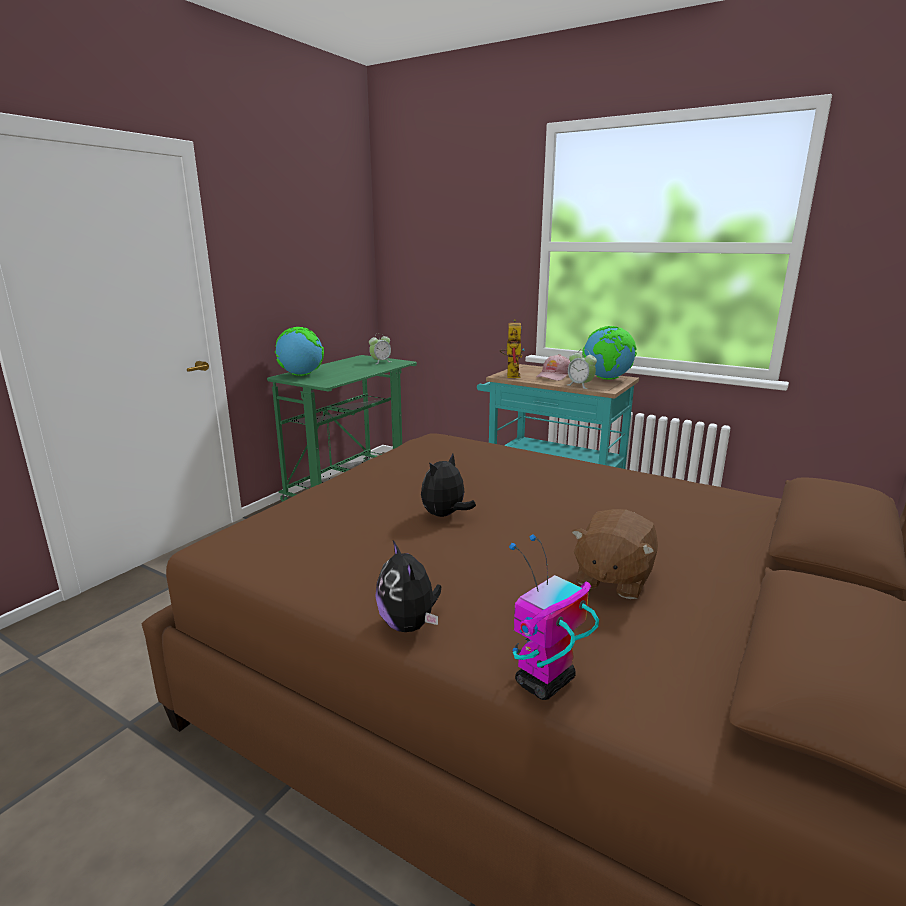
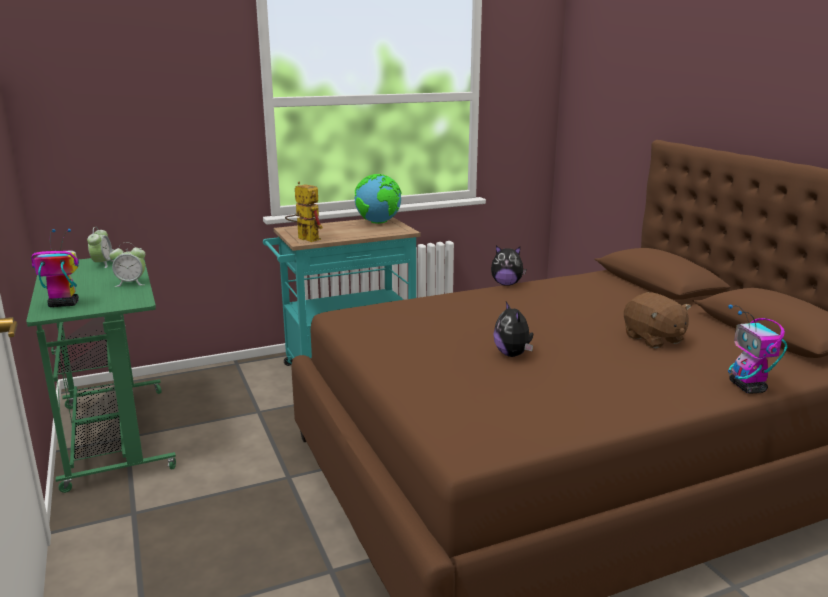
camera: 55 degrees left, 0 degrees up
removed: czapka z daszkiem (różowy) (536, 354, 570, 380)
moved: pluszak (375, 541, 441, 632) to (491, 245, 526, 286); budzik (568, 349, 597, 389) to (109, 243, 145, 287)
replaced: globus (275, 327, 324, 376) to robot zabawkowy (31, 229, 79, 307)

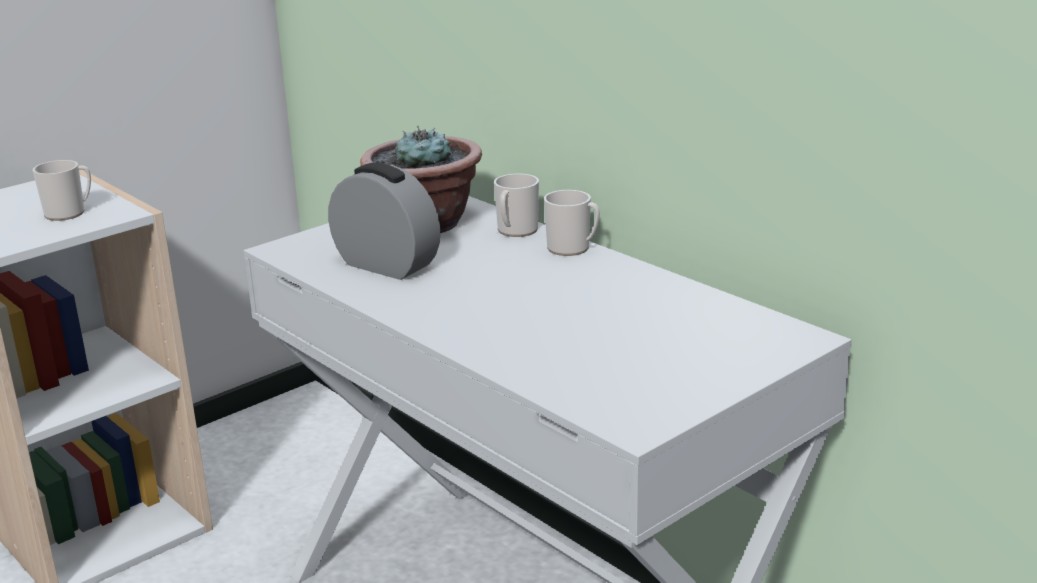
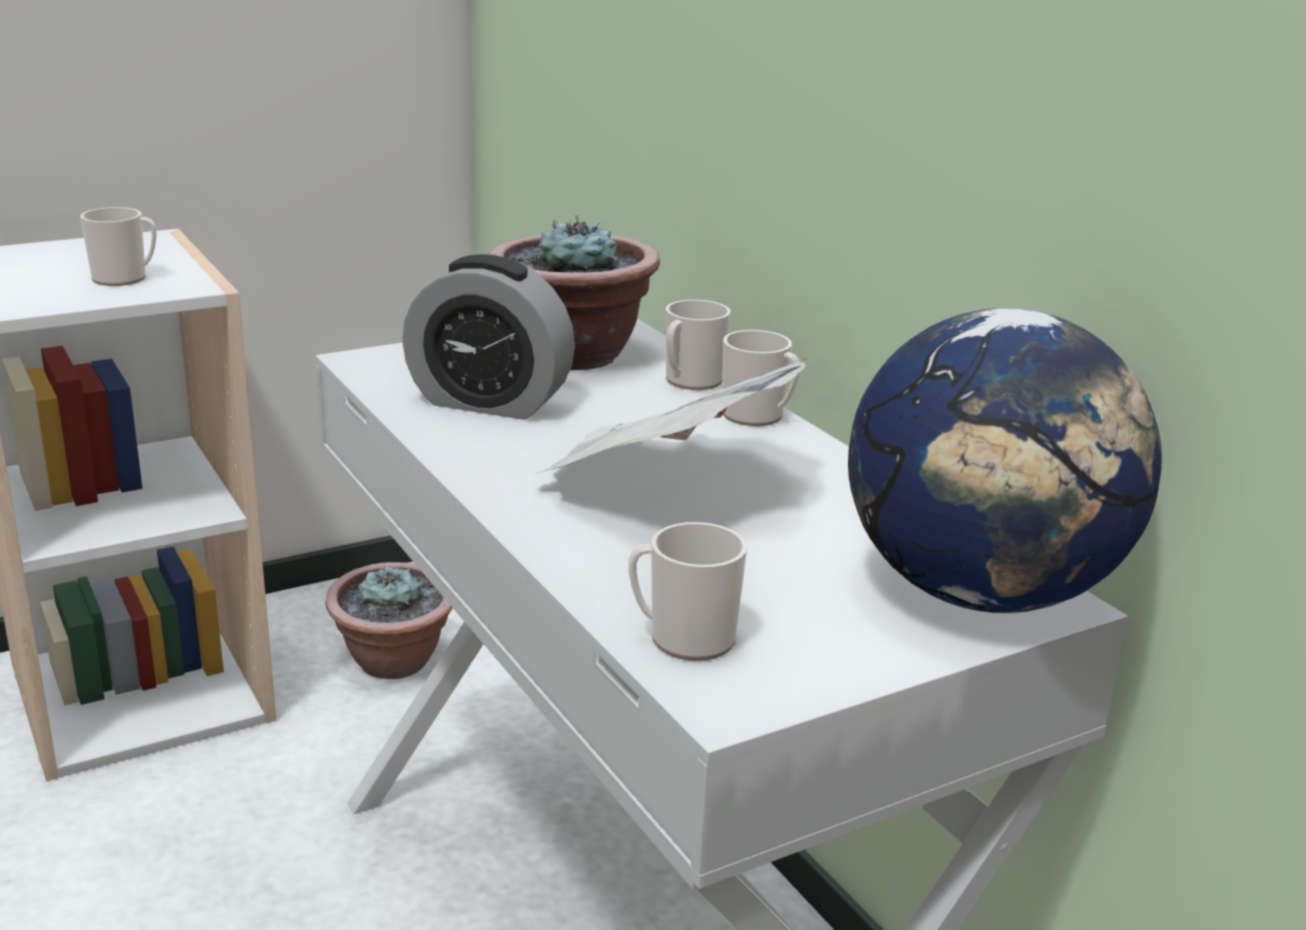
camera: 10 degrees right, 0 degrees up
added: roślina doniczkowa (325, 562, 453, 679); gazeta (534, 358, 808, 475); kubek (628, 522, 747, 661); globus (848, 308, 1162, 613)
turned: budzik (328, 163, 441, 280) = (402, 254, 575, 420) 150 degrees clockwise

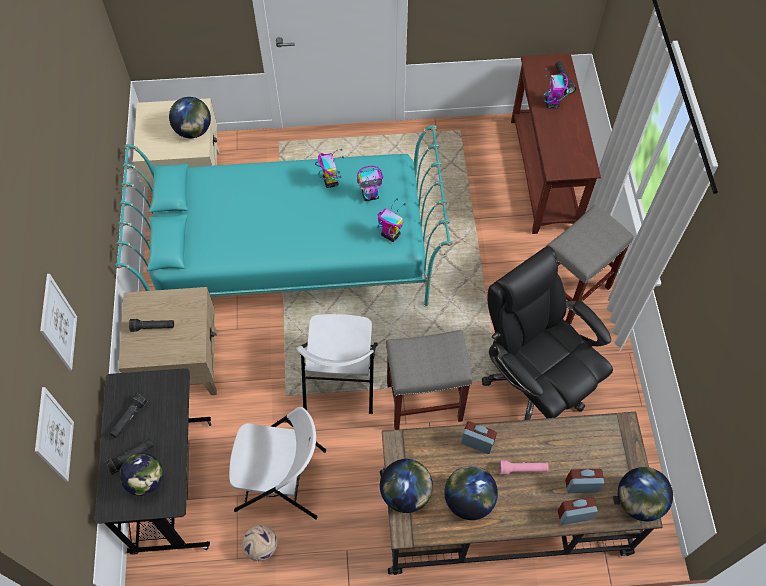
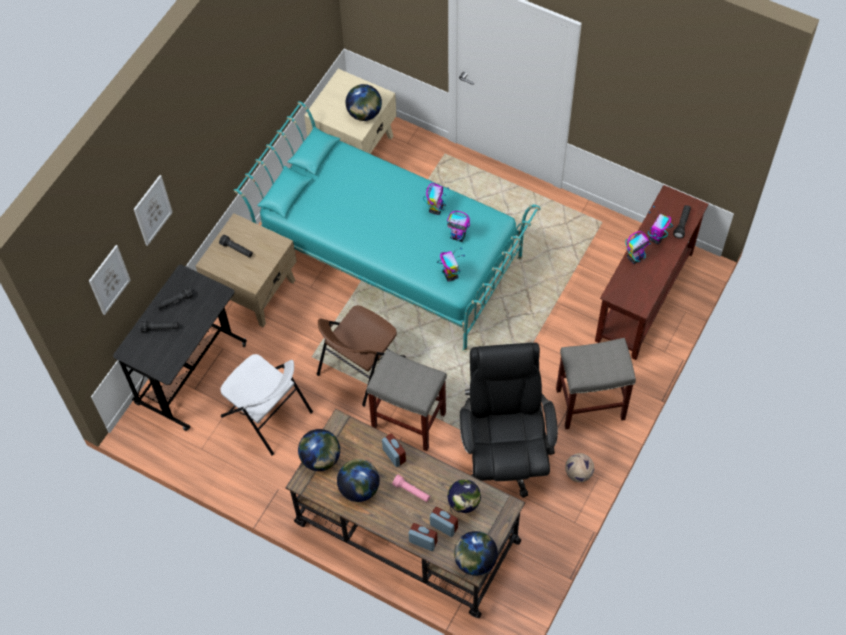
camera: 35 degrees right, 0 degrees up
added: robot zabawkowy (625, 231, 651, 264)
moved: globus (120, 453, 163, 500) to (447, 479, 481, 513); piłka futbolowa (242, 525, 277, 561) to (565, 453, 594, 482)
recoloured: krzesło (biały) (296, 314, 378, 414) to krzesło (brązowy) (317, 305, 406, 407)

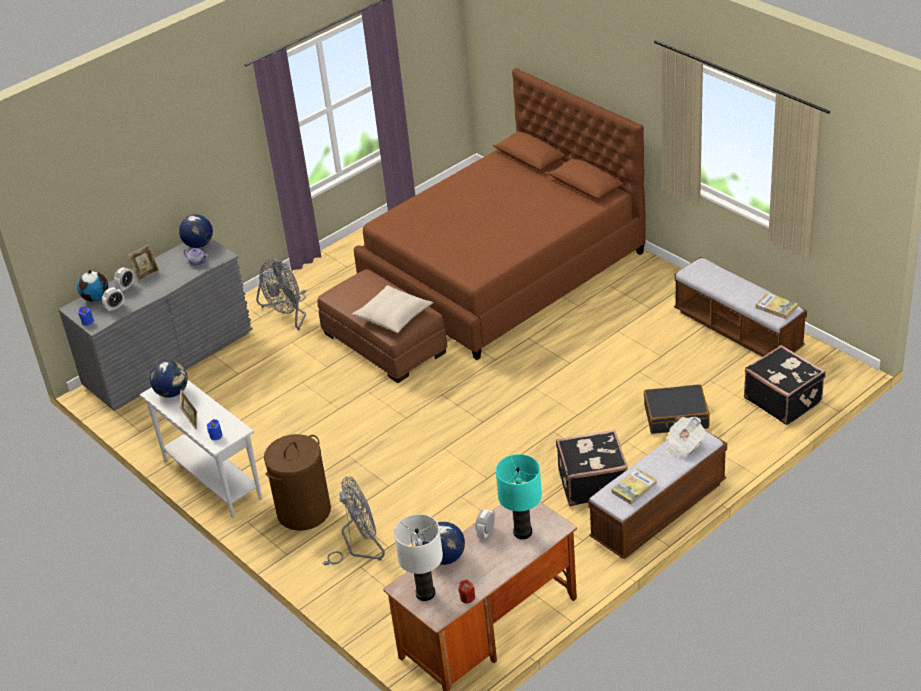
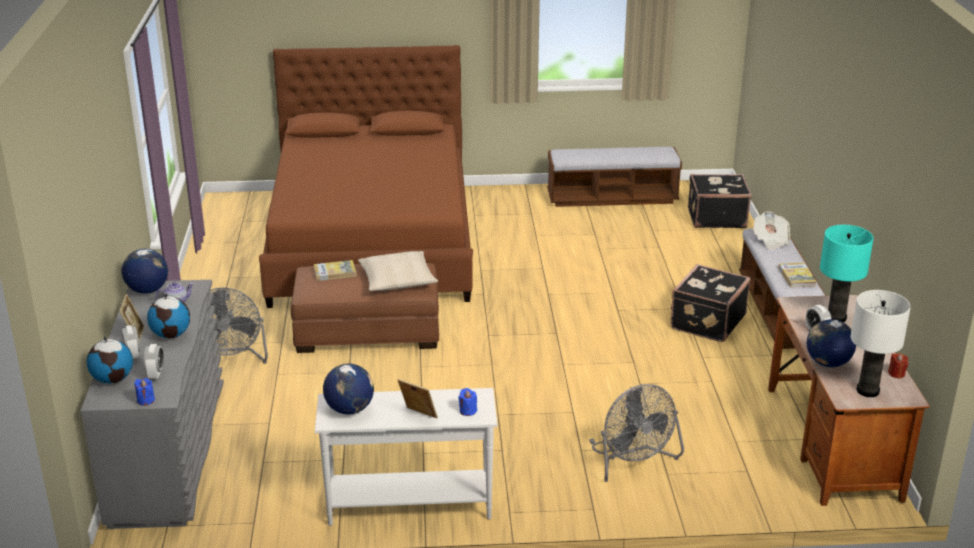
camera: 55 degrees left, 10 degrees down
removed: kosz na pranie (brązowy) (264, 434, 331, 531); walizka (czarny) (644, 384, 710, 434)
added: globus (147, 293, 190, 338)
moved: książka (755, 293, 798, 319) to (314, 260, 357, 281)
turned: wentylator (szary) (324, 476, 385, 565) = (589, 384, 684, 482) 135 degrees clockwise

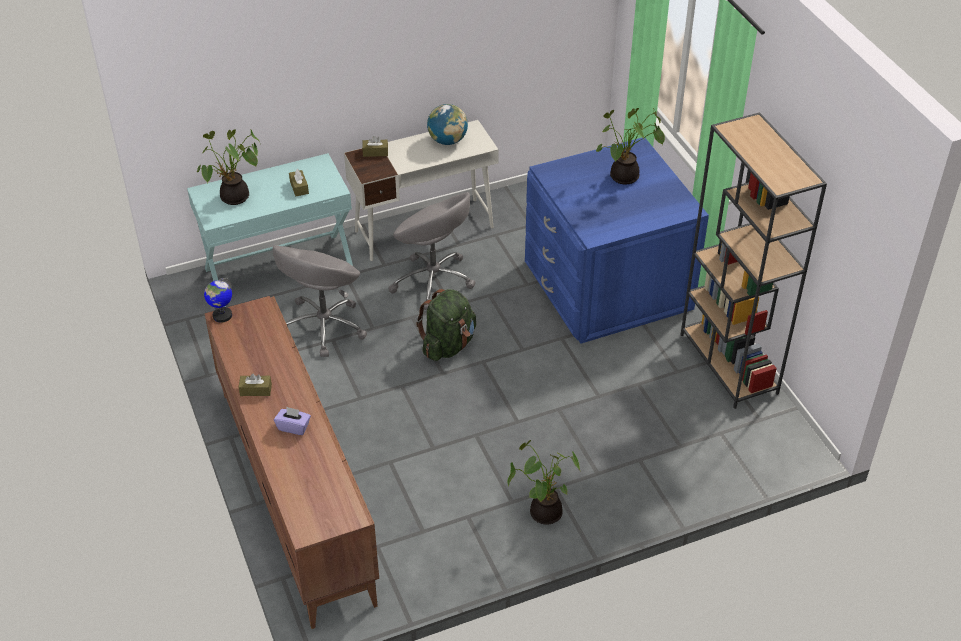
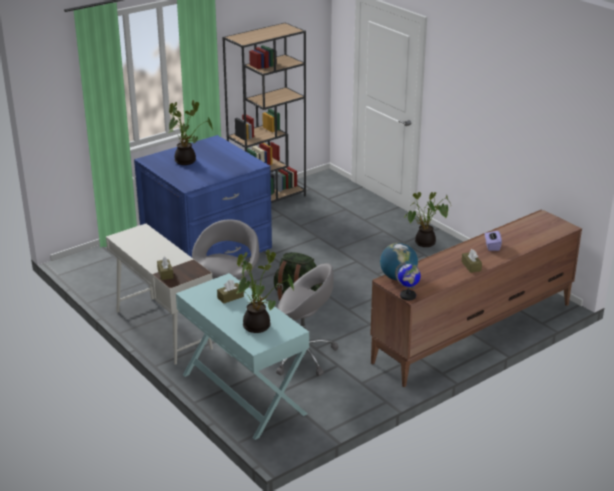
camera: 105 degrees left, 15 degrees down
moved: globus (427, 104, 468, 145) to (380, 243, 418, 280)

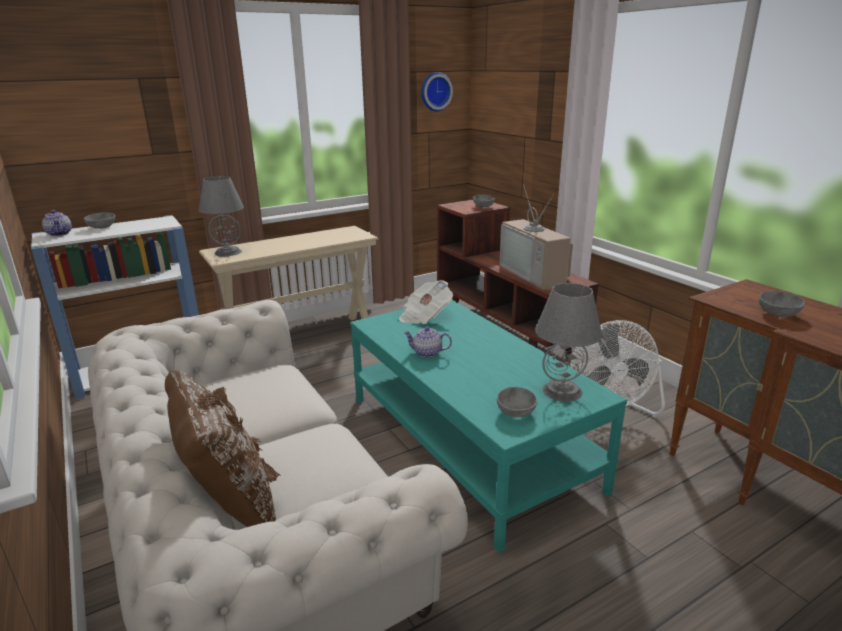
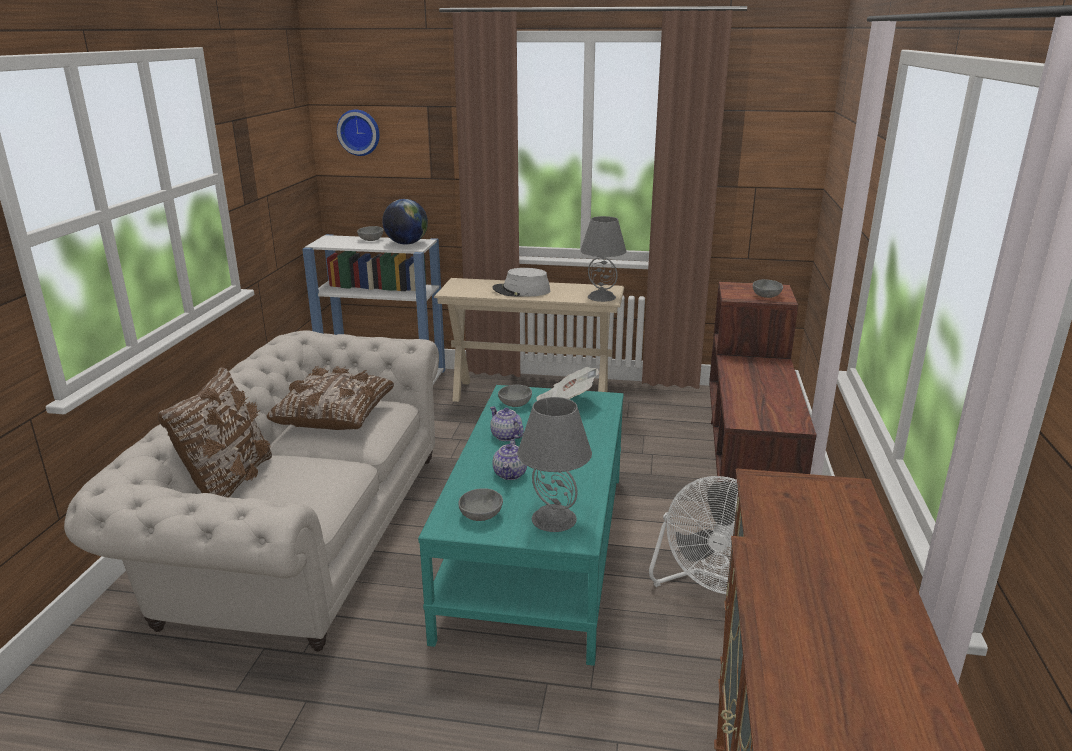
camera: 40 degrees right, 0 degrees up
removed: telewizor (499, 184, 573, 290)
added: poduszka (brązowy) (266, 366, 394, 430); globus (382, 199, 428, 245); kapelusz (szary) (492, 268, 551, 296)
moved: imbryk (42, 210, 72, 236) to (492, 439, 527, 480); lampa stołowa (szary) (199, 176, 244, 256) to (580, 216, 626, 302); zegar ścienny (421, 72, 453, 111) to (337, 109, 380, 156); miska (szary) (759, 291, 805, 317) to (498, 385, 532, 407)

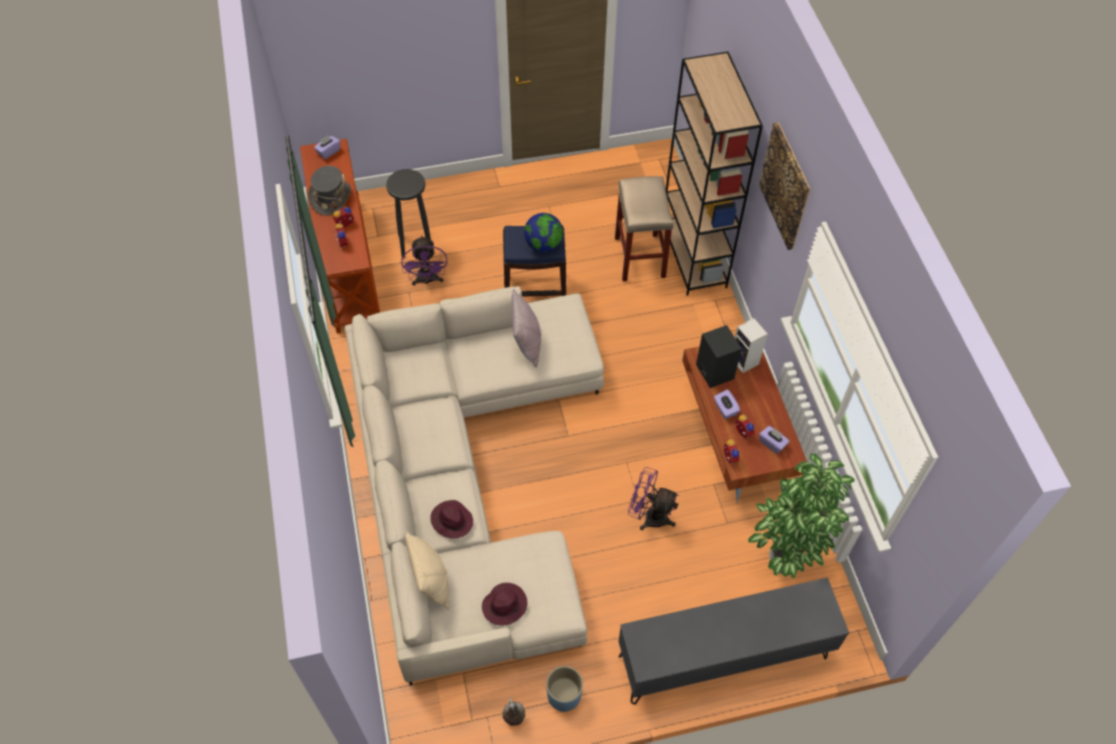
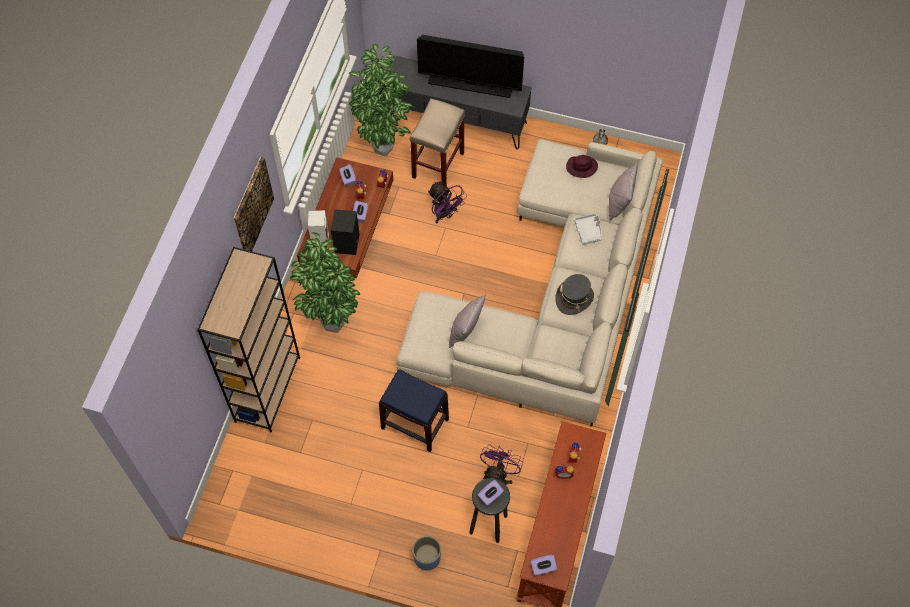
camera: 150 degrees left, 5 degrees up
removed: globus (524, 213, 563, 252)
added: roślina doniczkowa (290, 232, 360, 333); telewizor (417, 35, 524, 98); pudełko chusteczek (fioletowy) (477, 480, 504, 506)
moved: kapelusz (szary) (308, 166, 351, 216) to (555, 274, 594, 315); donica (niebieski) (546, 666, 583, 712) to (413, 536, 441, 570); stołek (beżowy) (615, 176, 673, 281) to (409, 98, 465, 186)
replaced: kapelusz (fioletowy) (430, 500, 473, 539) to taca (szary) (574, 214, 602, 245)
recoloured: poduszka (beżowy) (405, 531, 450, 610) to poduszka (fioletowy) (609, 162, 638, 221)

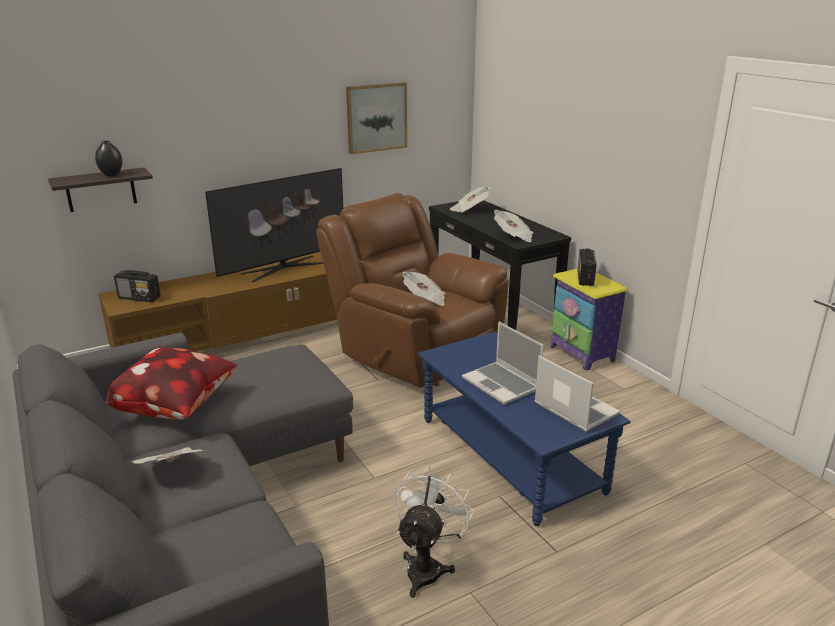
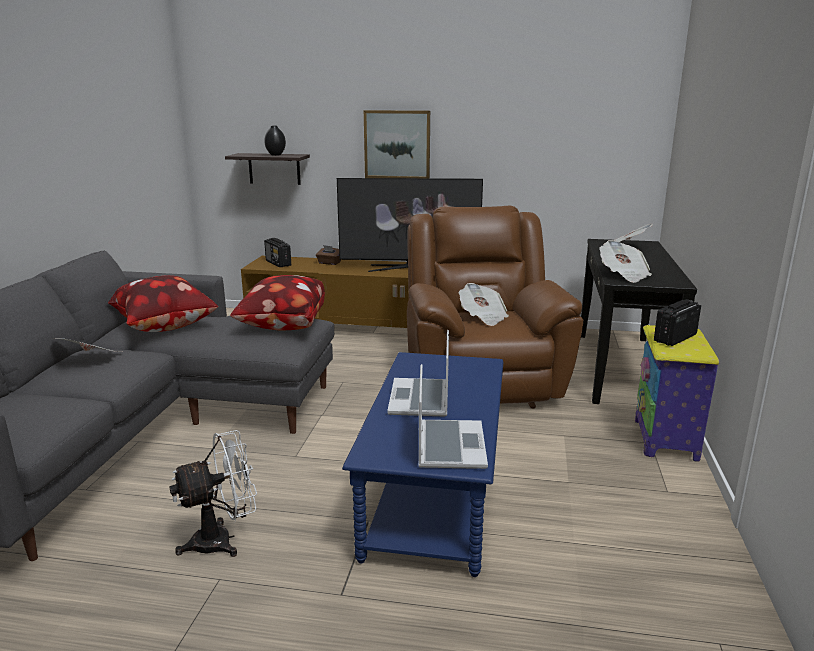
camera: 40 degrees right, 5 degrees down
added: poduszka (230, 275, 325, 330); pudełko chusteczek (brązowy) (316, 245, 341, 265)
moved: obraz (346, 82, 407, 154) to (364, 110, 430, 178)

